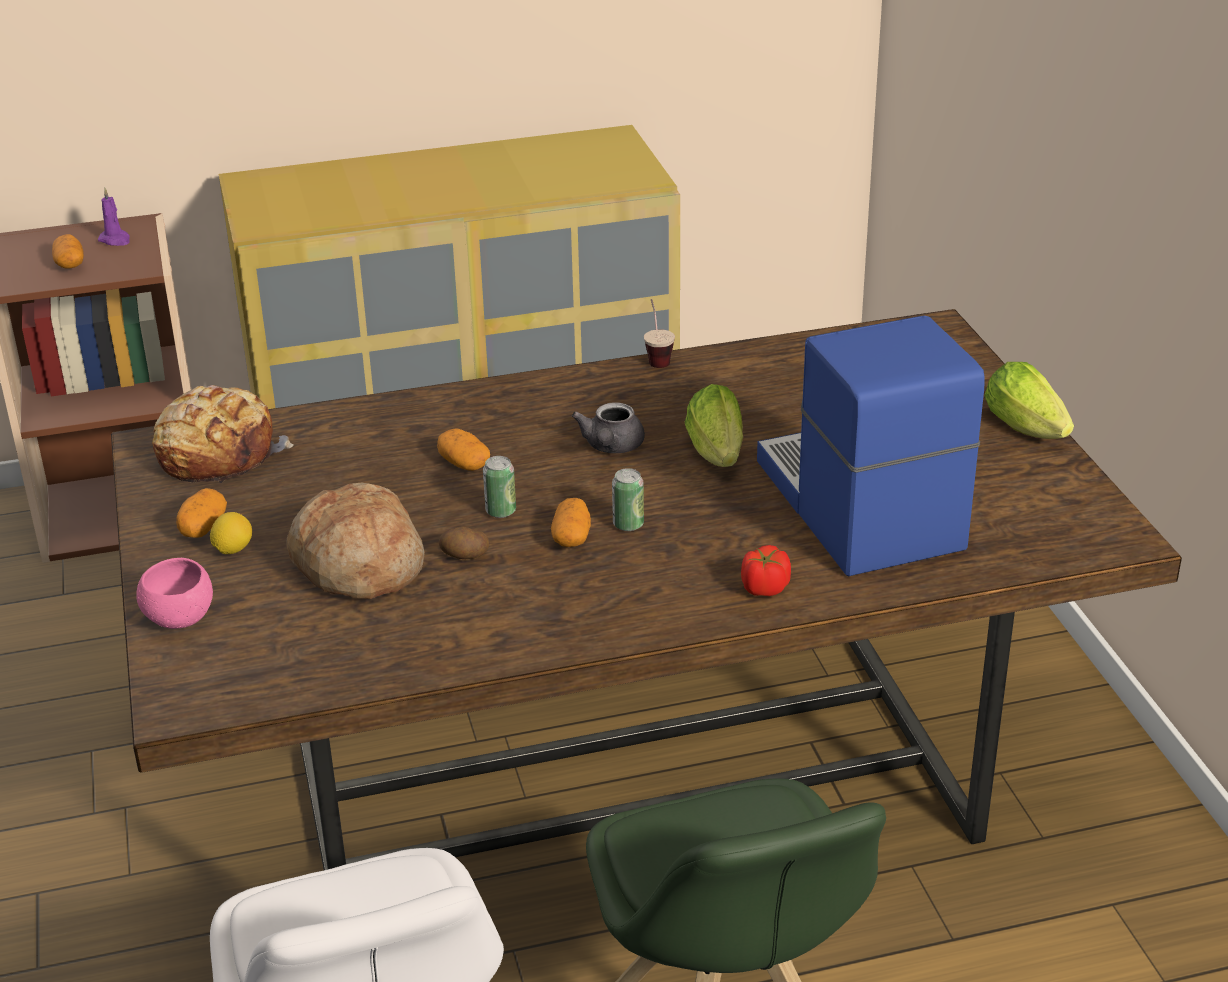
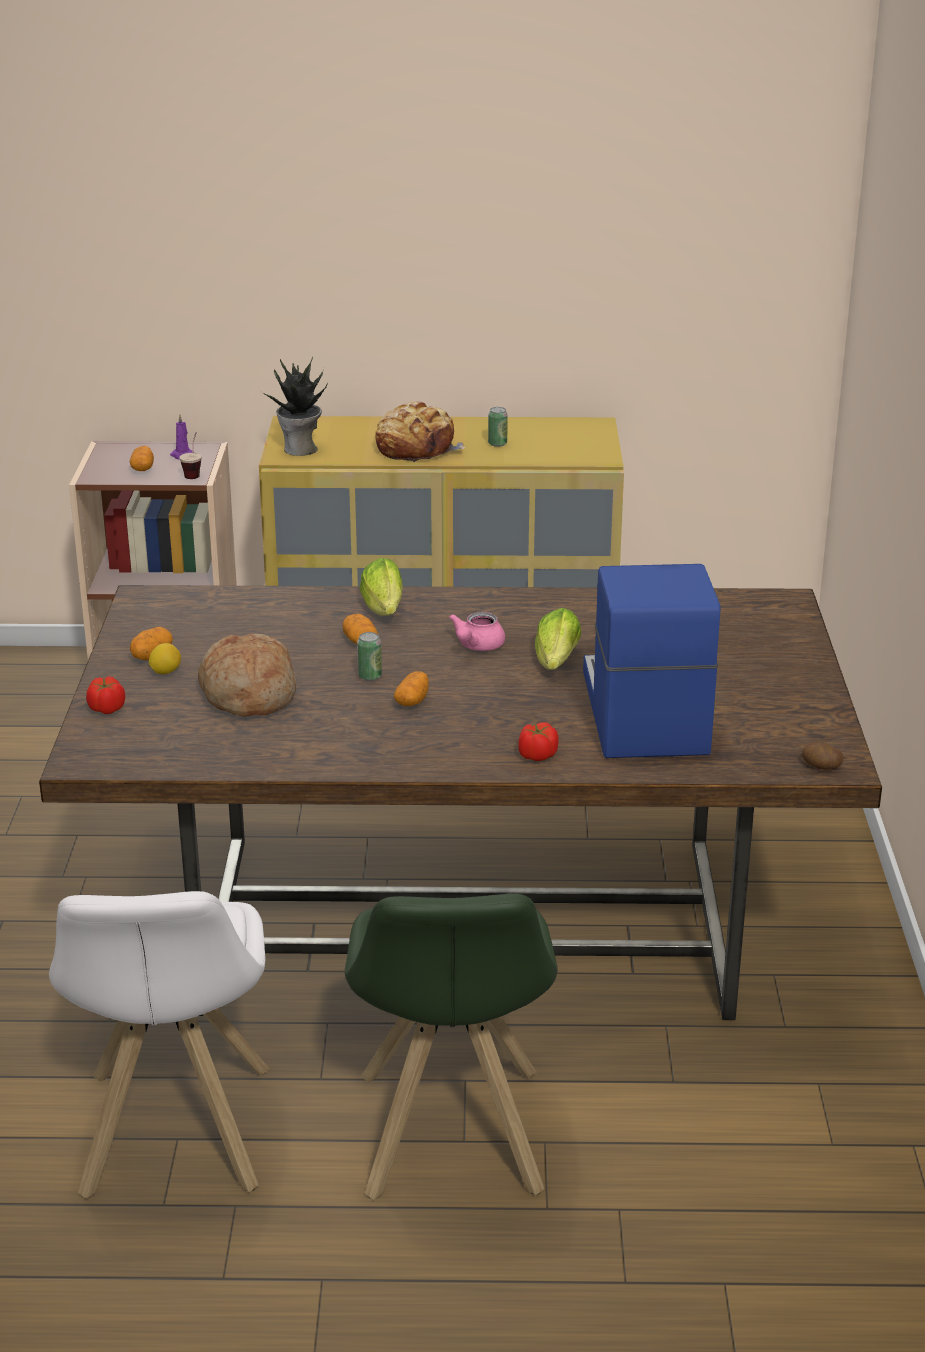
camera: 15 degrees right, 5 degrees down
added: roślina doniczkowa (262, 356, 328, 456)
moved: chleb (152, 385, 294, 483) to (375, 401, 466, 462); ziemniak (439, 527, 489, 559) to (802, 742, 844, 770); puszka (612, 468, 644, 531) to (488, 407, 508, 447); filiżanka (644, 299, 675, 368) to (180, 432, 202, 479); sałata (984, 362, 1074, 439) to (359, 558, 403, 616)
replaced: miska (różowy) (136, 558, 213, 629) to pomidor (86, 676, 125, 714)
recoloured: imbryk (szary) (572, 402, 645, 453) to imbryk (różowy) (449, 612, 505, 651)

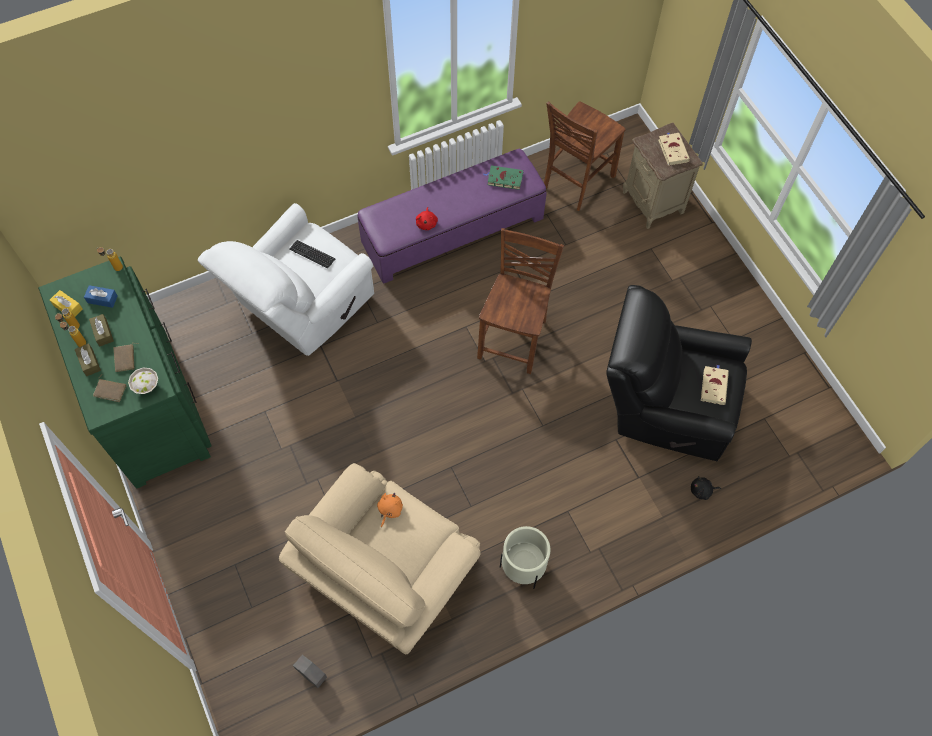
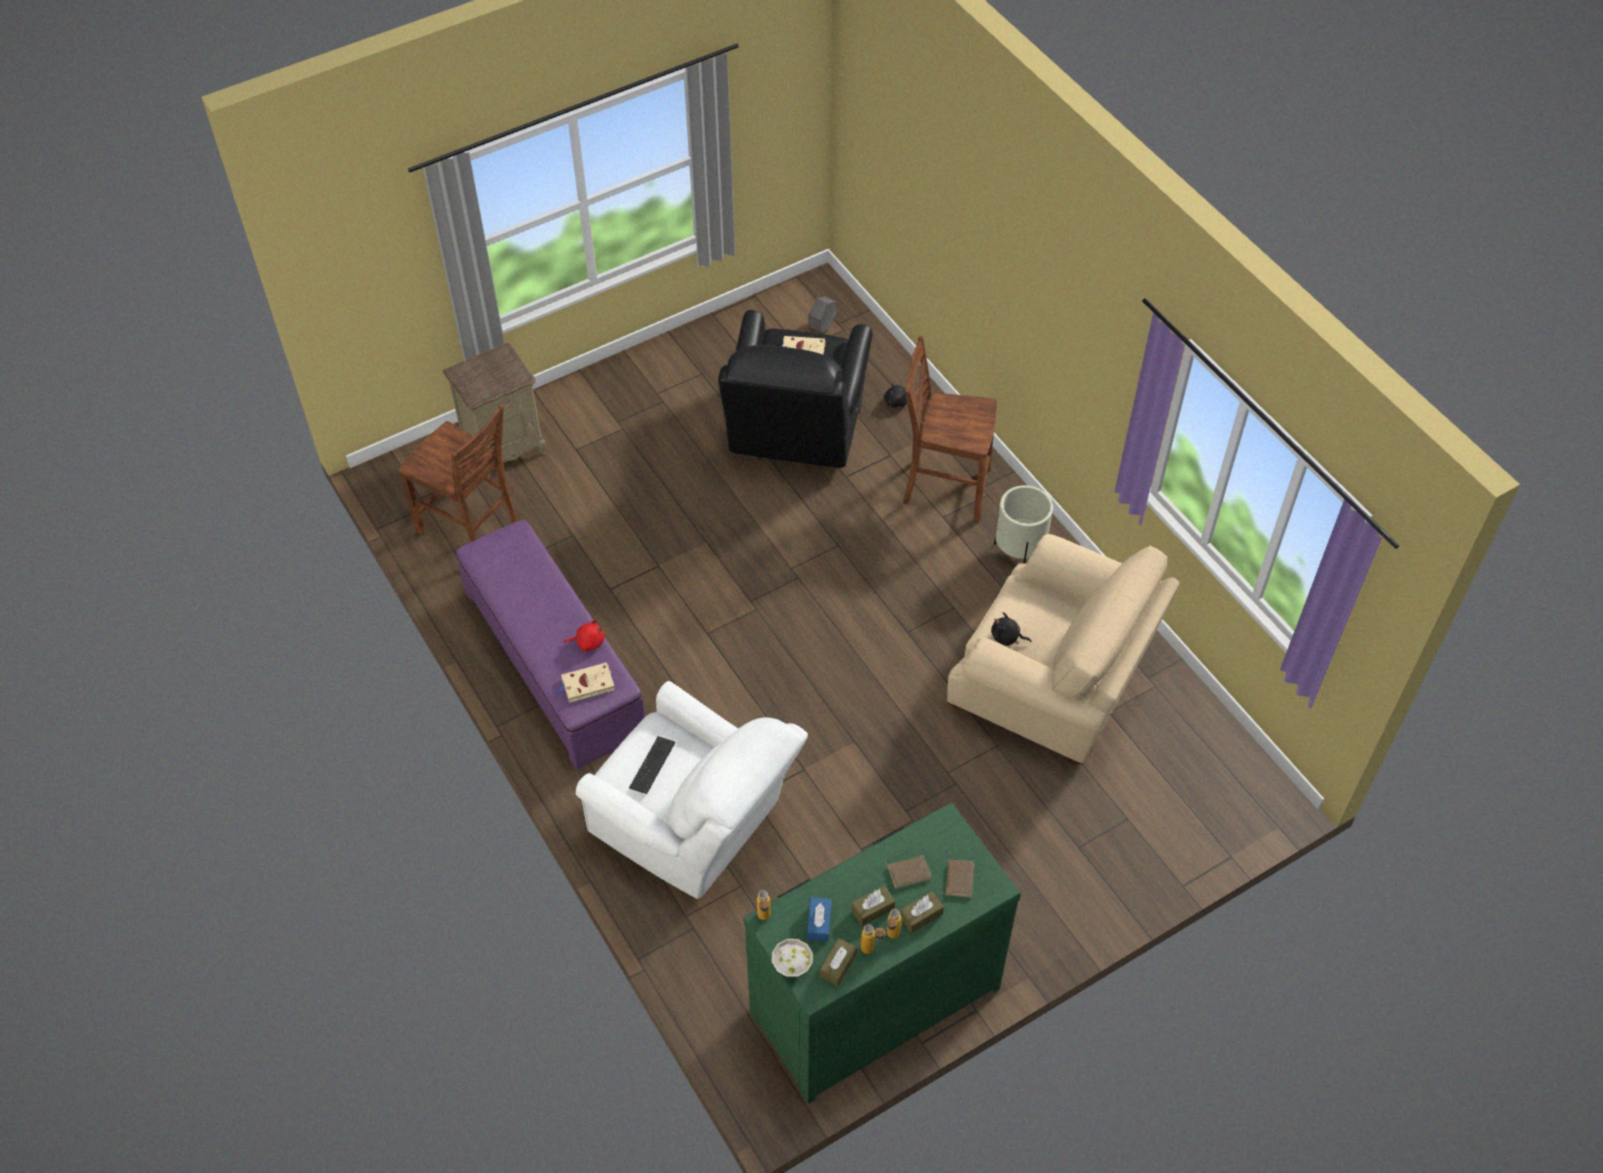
camera: 95 degrees left, 10 degrees down
removed: książka (zielony) (483, 165, 523, 190)
moved: miska (biały) (128, 367, 158, 394) to (772, 939, 813, 977); donica (szary) (293, 655, 327, 688) to (808, 296, 836, 332); krzesło (brązowy) (477, 228, 564, 374) to (903, 336, 998, 521); książka (beżowy) (658, 133, 690, 166) to (555, 662, 615, 703)
recoloured: pudełko chusteczek (żółty) (50, 290, 83, 317) to pudełko chusteczek (brązowy) (820, 938, 857, 986); pluszak (pomarańczowy) (377, 493, 403, 527) to pluszak (czarny) (991, 612, 1031, 646)

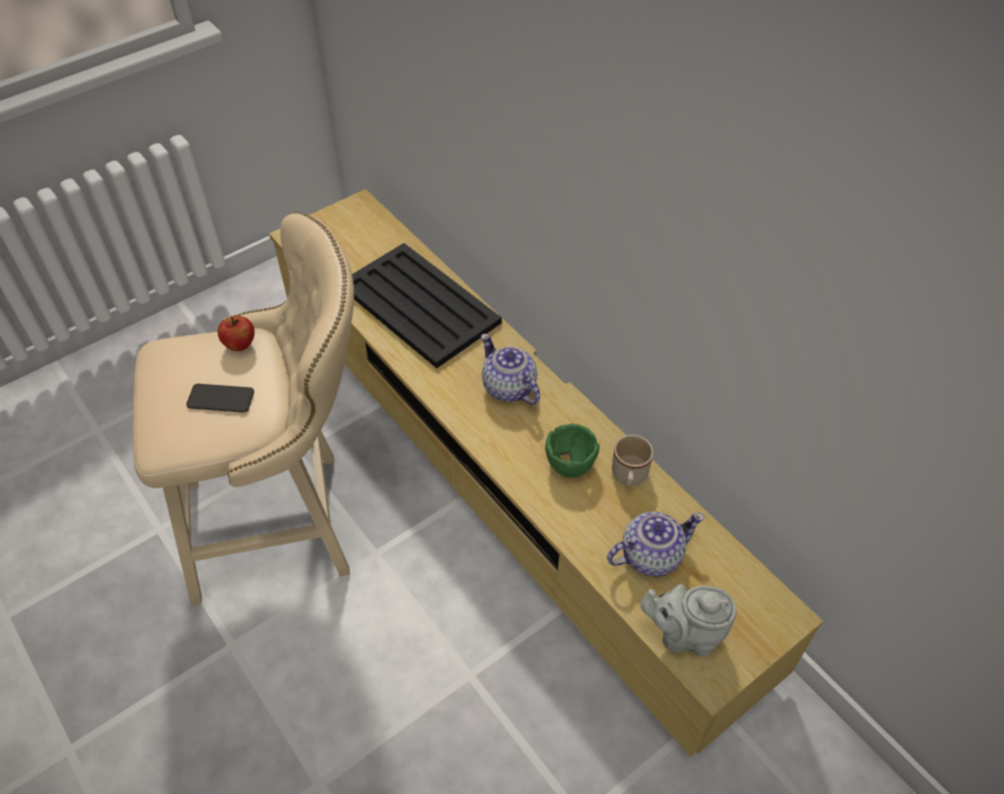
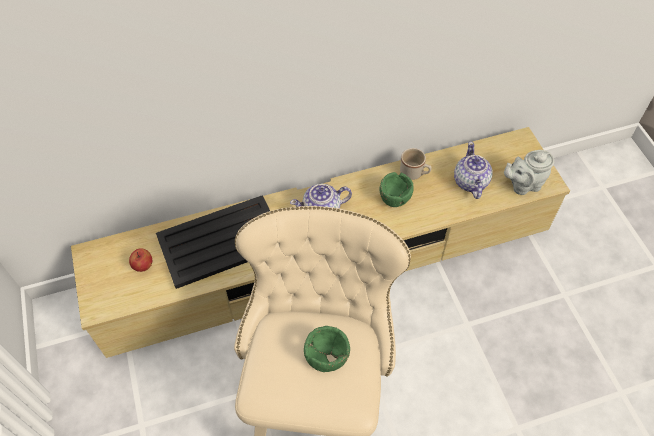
camera: 70 degrees left, 5 degrees up
moved: jabłko (218, 316, 255, 351) to (129, 248, 152, 272)
replaced: telefon (186, 384, 254, 413) to miska (zielony) (304, 326, 350, 372)
turned: imbryk (szary) (640, 584, 737, 657) = (504, 150, 554, 195) 45 degrees clockwise

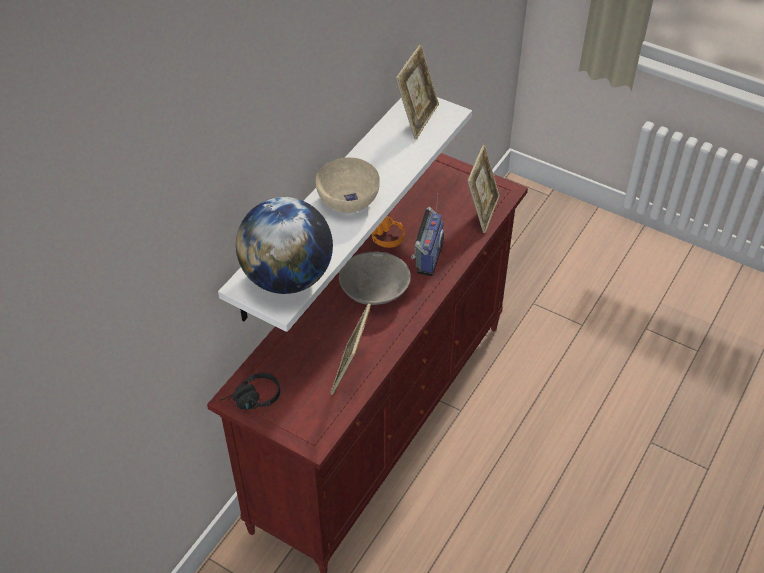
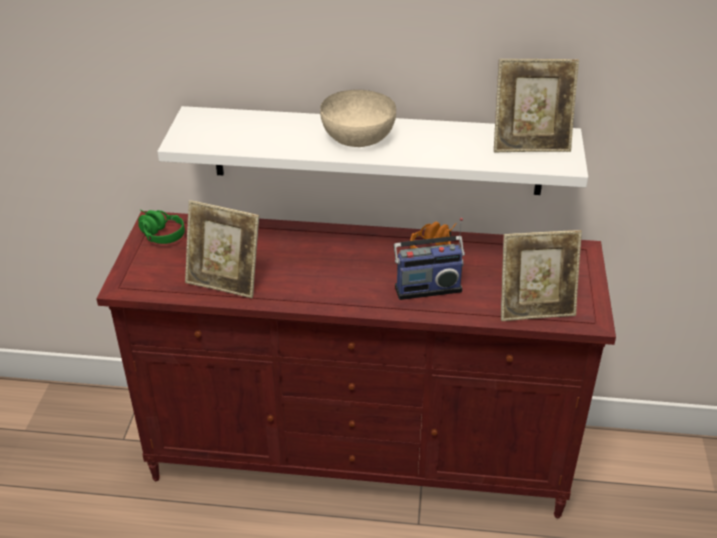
camera: 65 degrees right, 10 degrees down
removed: globus (236, 197, 333, 294); miska (szary) (339, 251, 411, 305)
recoloured: słuchawki (czarny) (220, 373, 280, 409) to słuchawki (zielony) (138, 210, 185, 244)
turned: ramka na zdjęcie (330, 303, 371, 395) = (185, 200, 259, 298) 150 degrees counterclockwise

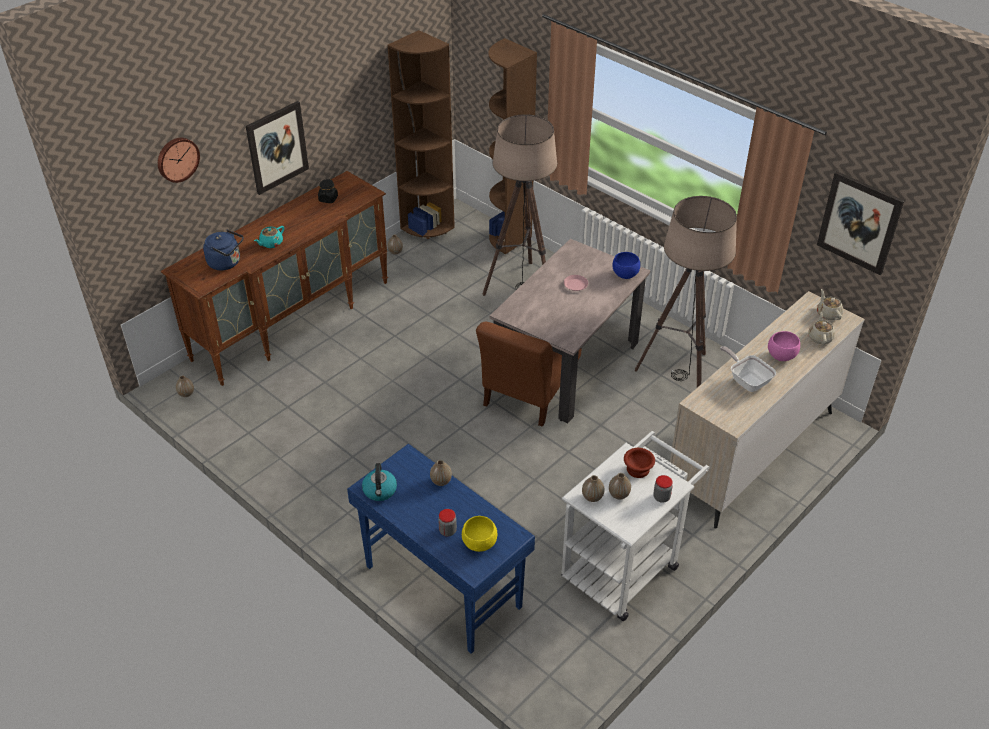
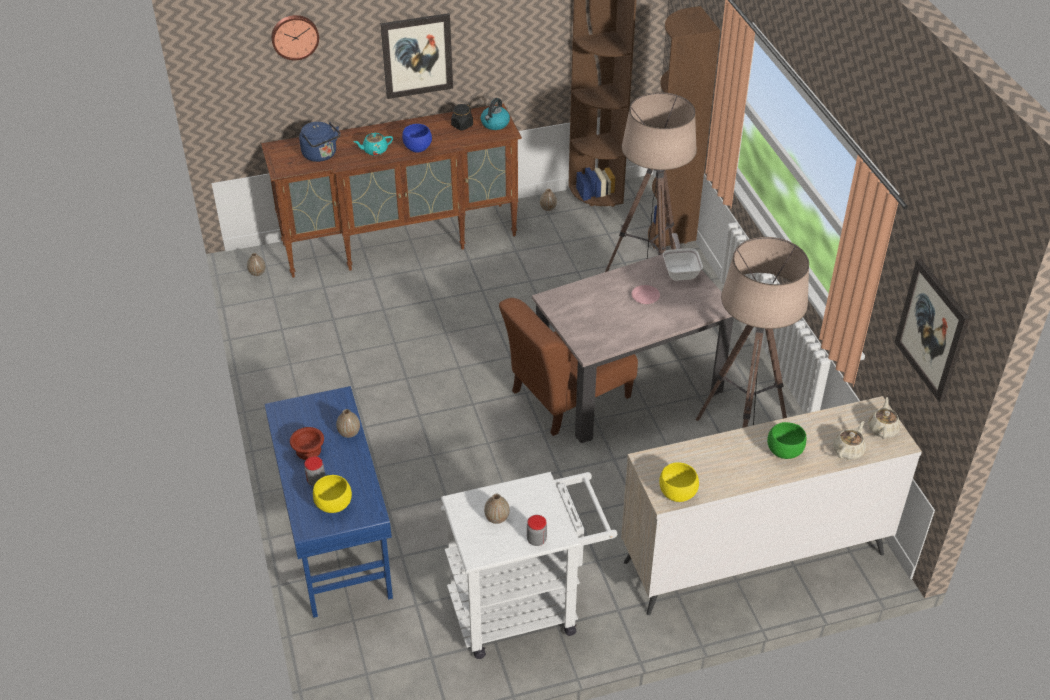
camera: 30 degrees right, 0 degrees up
removed: wazon (582, 475, 604, 502)
added: miska (żółty) (659, 462, 699, 502)
moved: czajnik (362, 463, 397, 501) to (481, 98, 510, 130); miska (niebieski) (612, 252, 640, 279) to (402, 124, 432, 153); miska (brązowy) (624, 448, 655, 478) to (290, 427, 324, 460); patelnia (720, 346, 776, 392) to (663, 233, 703, 281)
recoloured: miska (różowy) (768, 331, 800, 361) to miska (zielony) (767, 422, 806, 459)

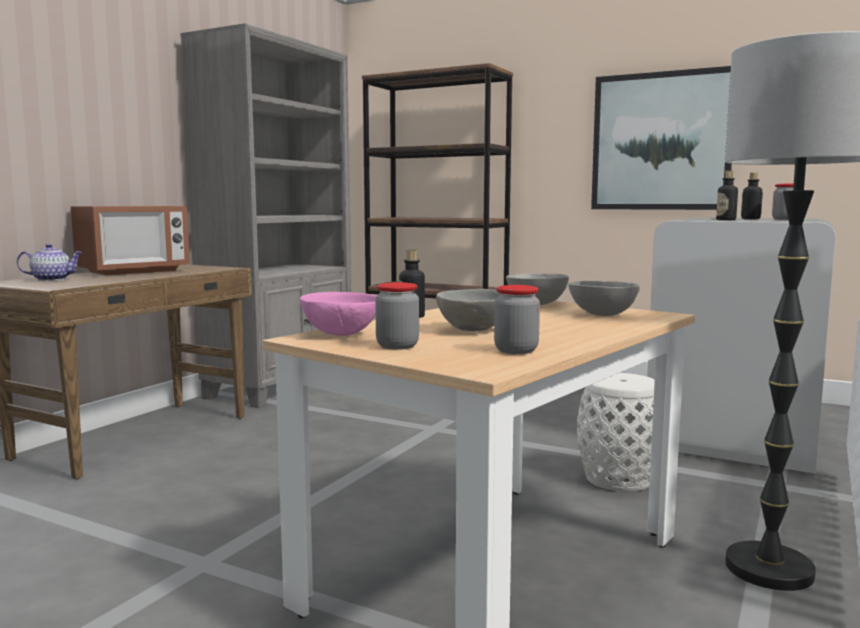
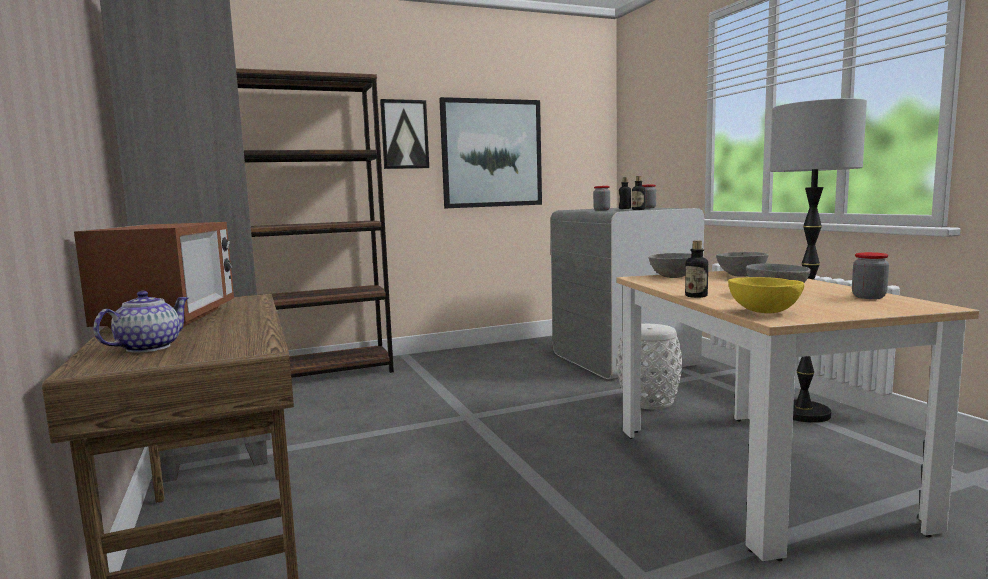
camera: 50 degrees left, 0 degrees up
added: obraz (380, 99, 429, 169)
moved: słoik (375, 282, 419, 350) to (593, 186, 610, 211)
recoloured: miska (różowy) (300, 292, 377, 336) to miska (żółty) (728, 277, 805, 313)

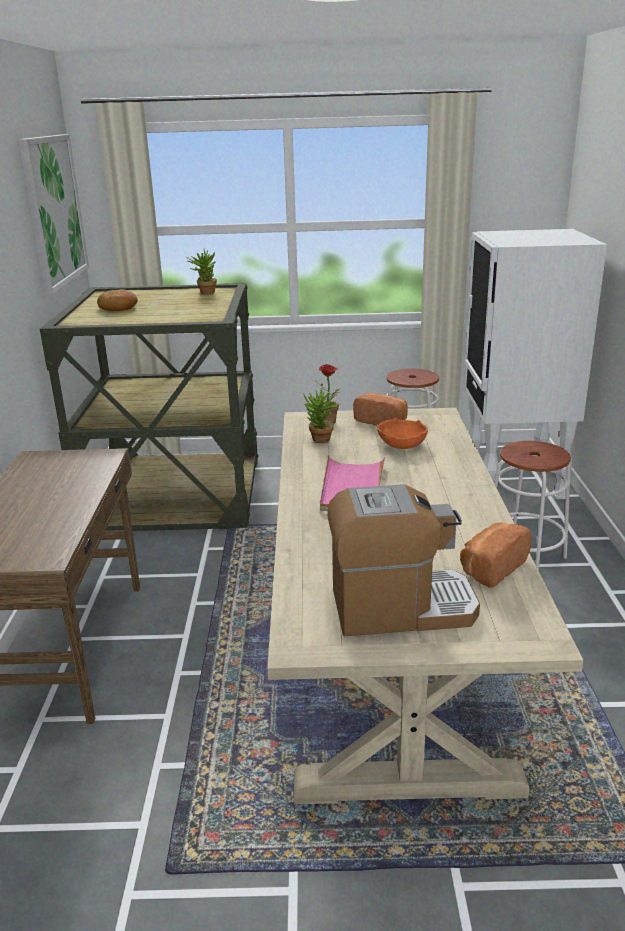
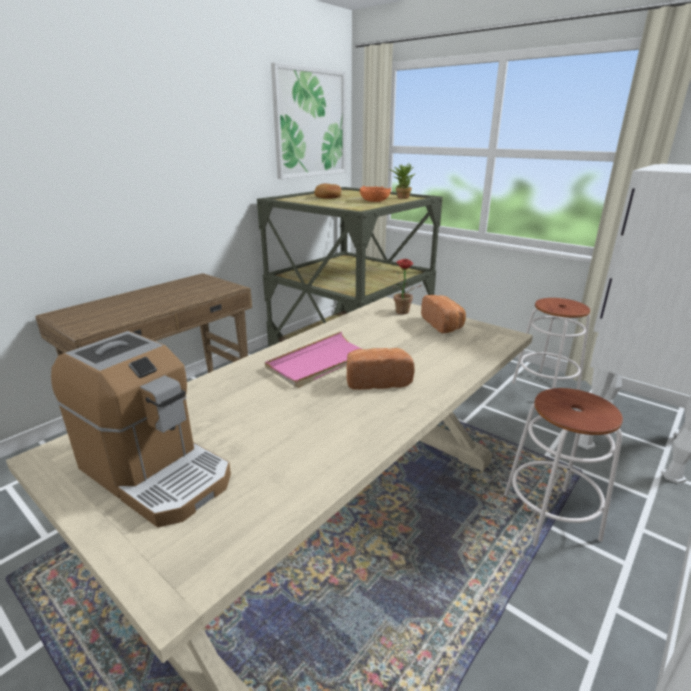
camera: 40 degrees right, 0 degrees up
removed: roślina doniczkowa (303, 387, 340, 443)
moved: miska (pomarańczowy) (377, 418, 428, 449) to (360, 186, 391, 202); chleb (460, 522, 532, 588) to (347, 348, 414, 390)

